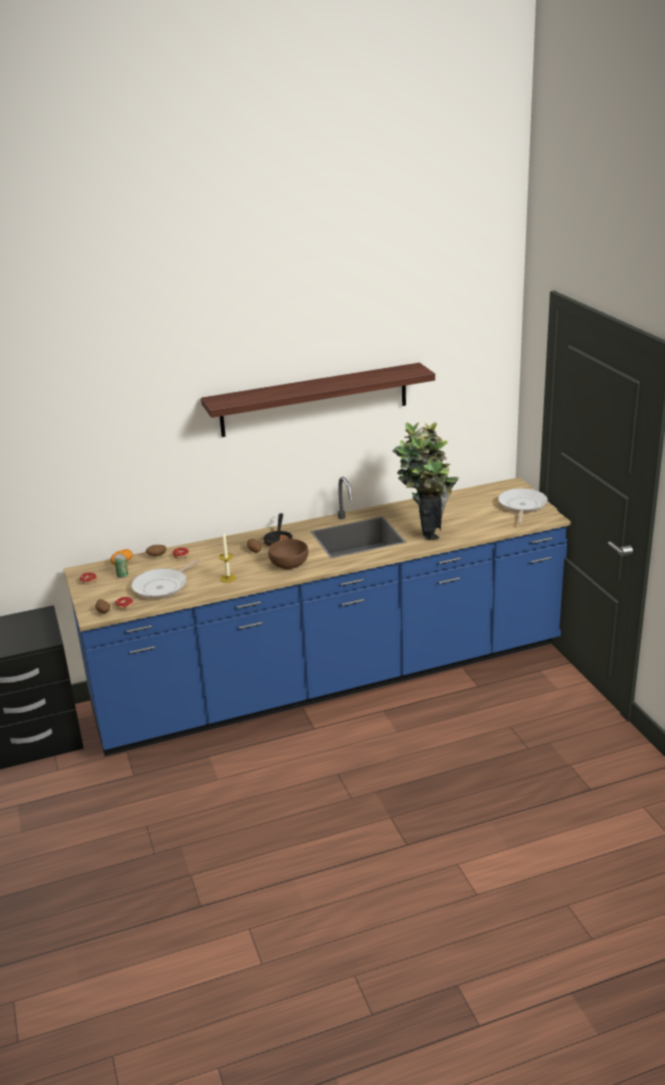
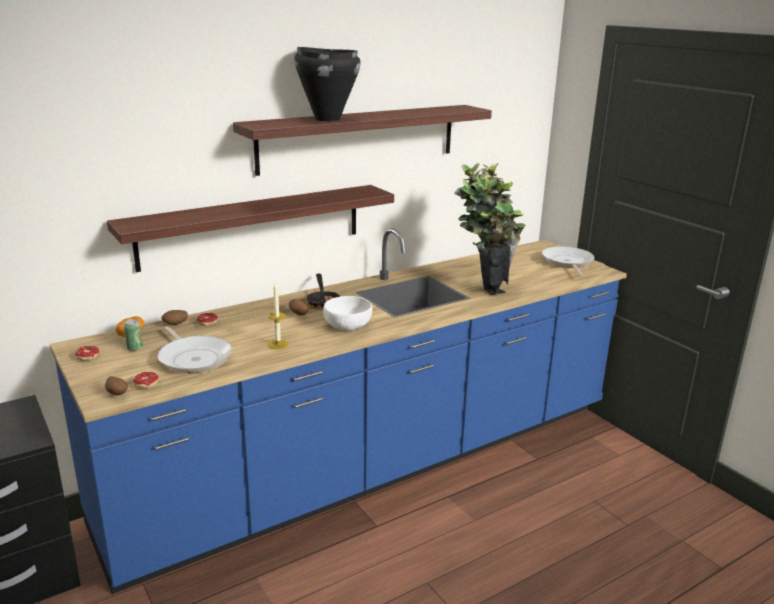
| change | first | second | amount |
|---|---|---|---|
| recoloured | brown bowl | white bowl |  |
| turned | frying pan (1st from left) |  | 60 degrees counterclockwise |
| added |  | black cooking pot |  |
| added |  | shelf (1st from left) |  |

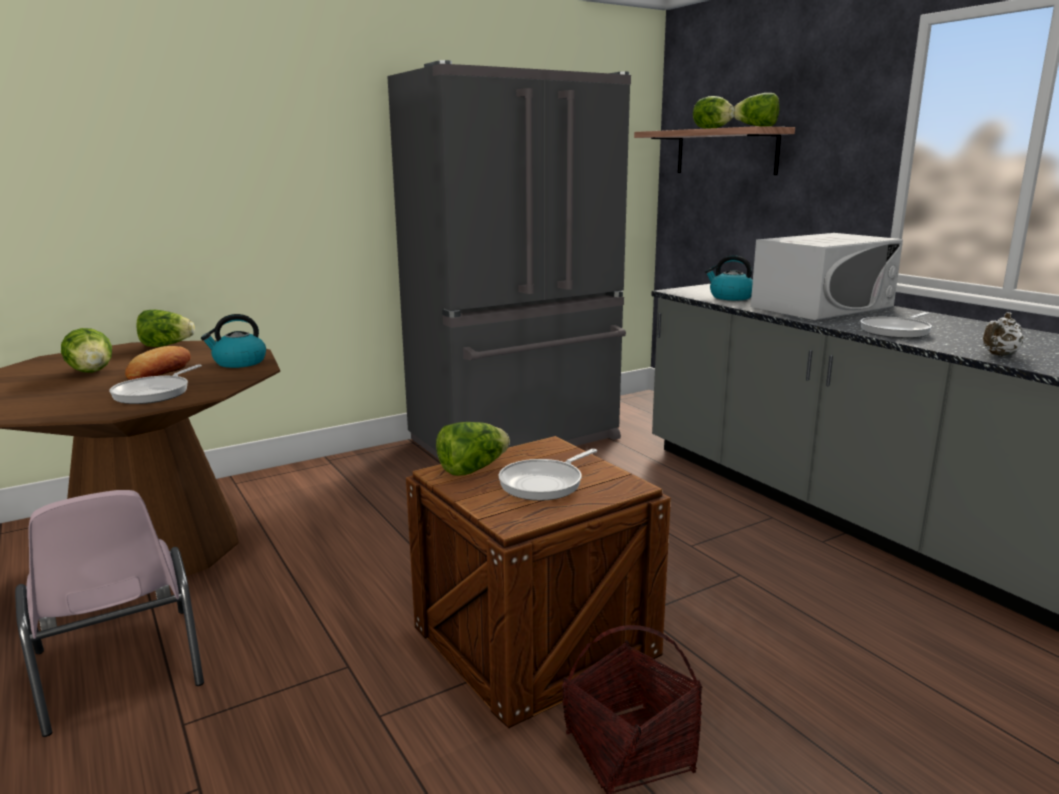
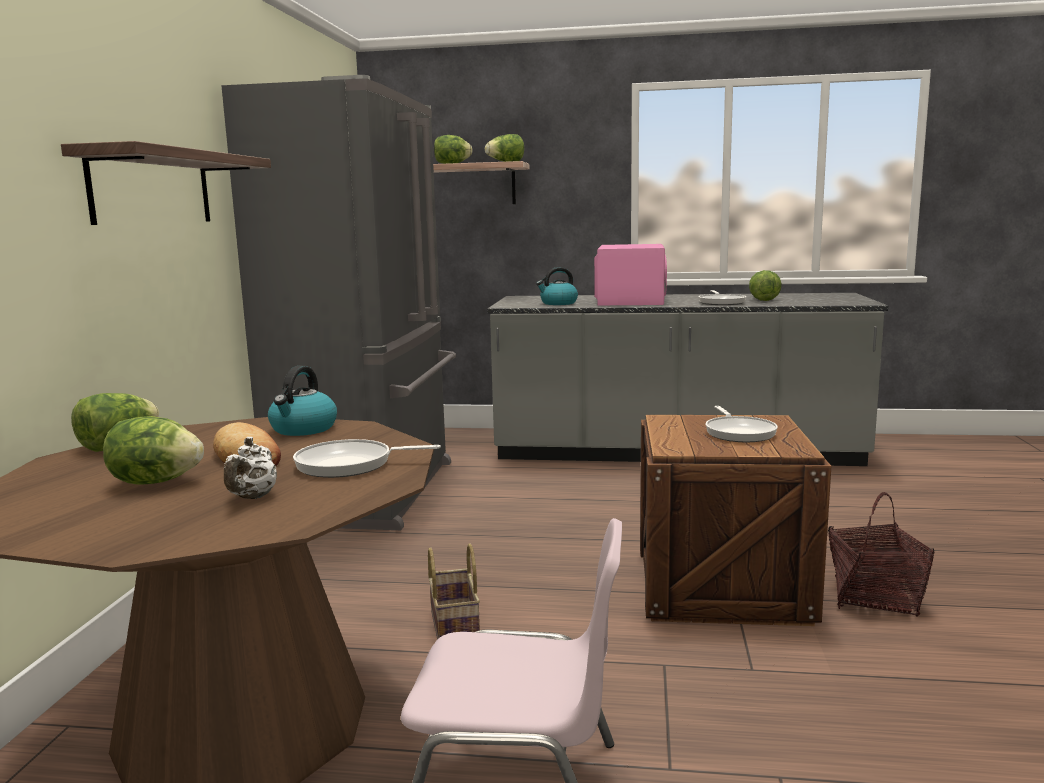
| change | first | second | amount |
|---|---|---|---|
| recoloured | white microwave | pink microwave |  |
| moved | white teapot |  |  |
| turned | frying pan (1st from left) |  | 120 degrees clockwise |
| moved | lettuce (3rd from left in the first image) | lettuce (5th from left) |  |
| added |  | shelf (1st from left) |  |
| added |  | basket (1st from left) |  |

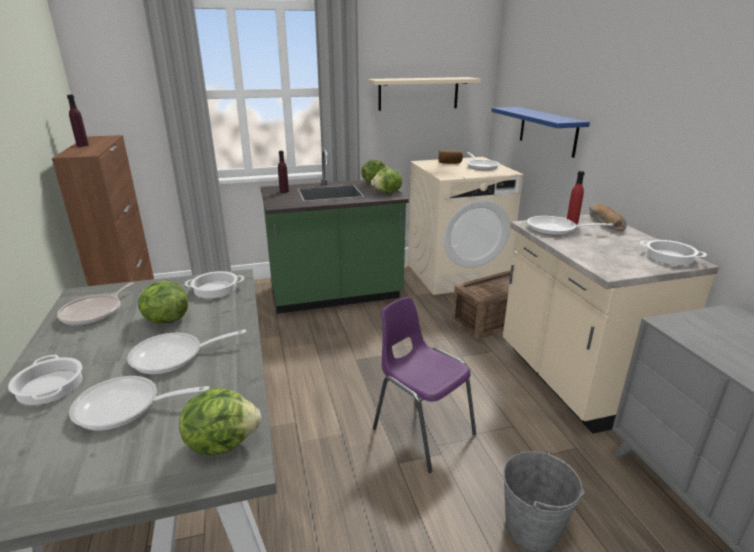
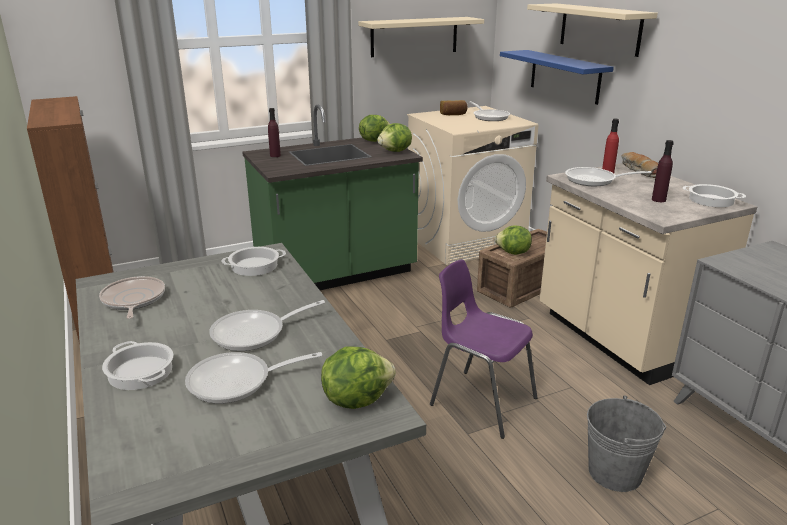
| change | first | second | amount |
|---|---|---|---|
| moved | purple bottle (1st from left in the first image) | purple bottle (2nd from left) |  |
| moved | lettuce (1st from left in the first image) | lettuce (4th from left) |  |
| turned | frying pan (1st from left) |  | 150 degrees clockwise |
| added |  | beige shelf (2nd from left) |  |

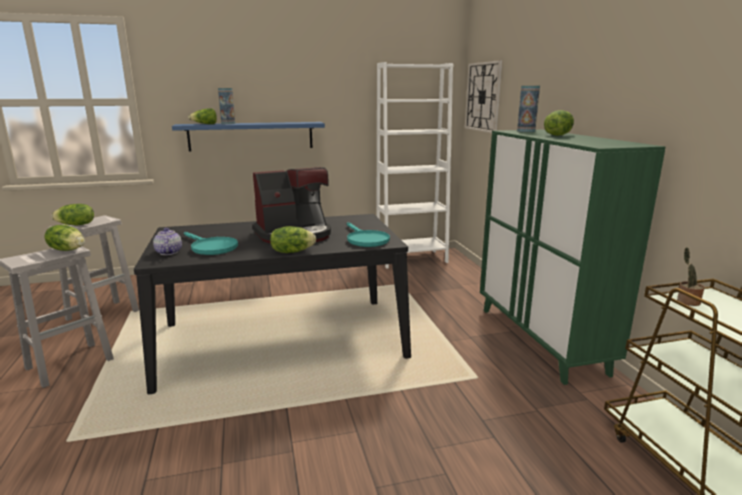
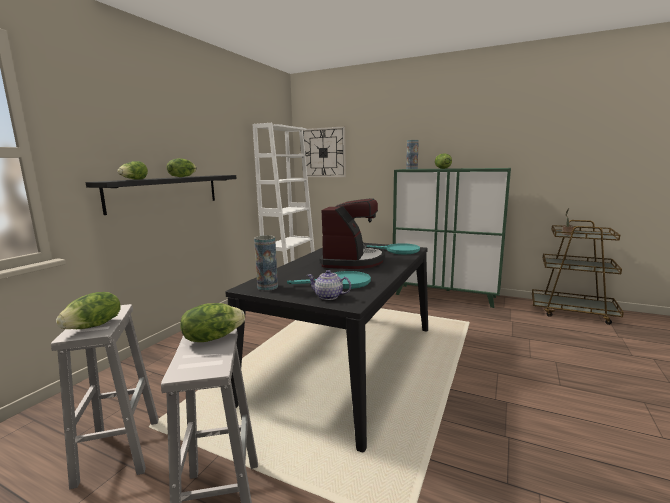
| change | first | second | amount |
|---|---|---|---|
| moved | vase (1st from left) |  |  |
| recoloured | blue shelf | black shelf |  |
| moved | lettuce (4th from left in the first image) | lettuce (3rd from left) |  |

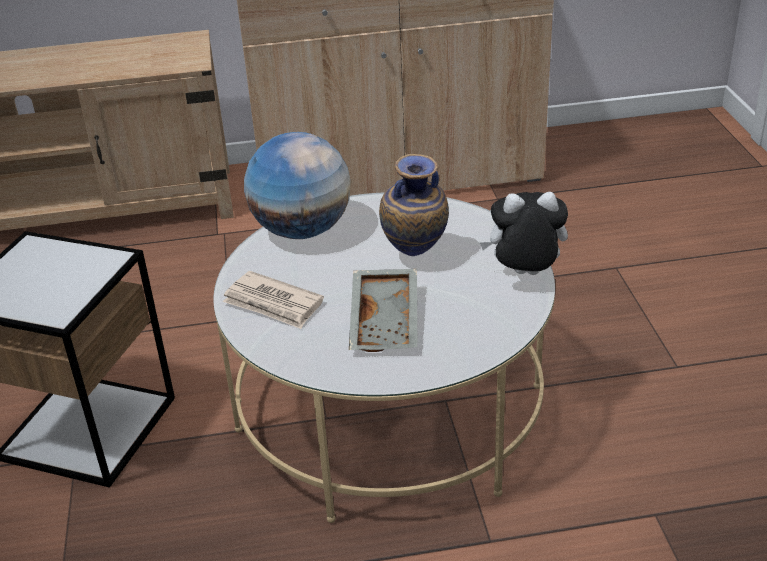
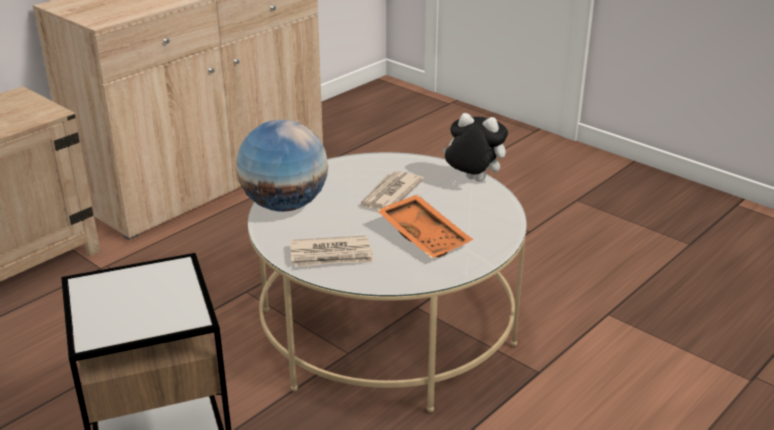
| change | first | second | amount |
|---|---|---|---|
| replaced | vase | newspaper (2nd from left) |  |
| turned | plush toy |  | 60 degrees clockwise |
| recoloured | grey tray | orange tray |  |

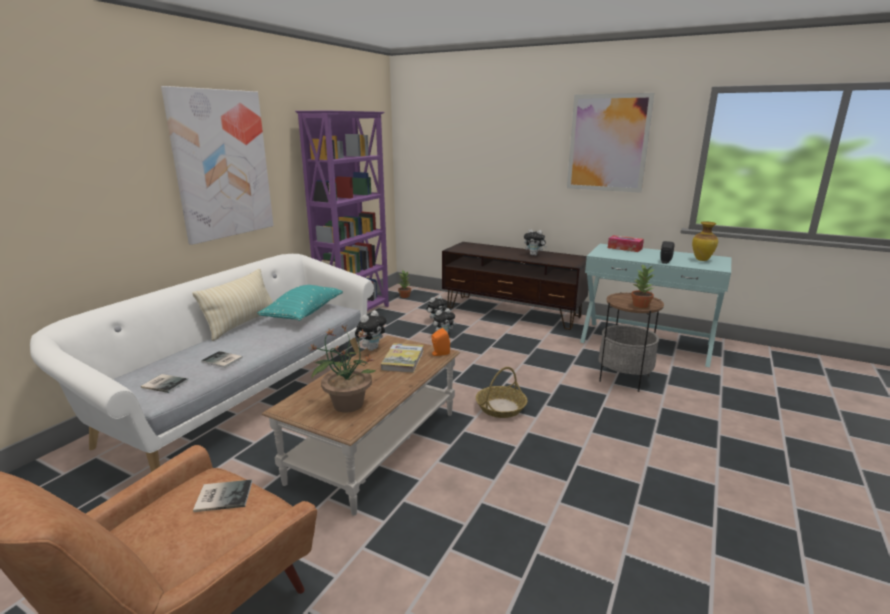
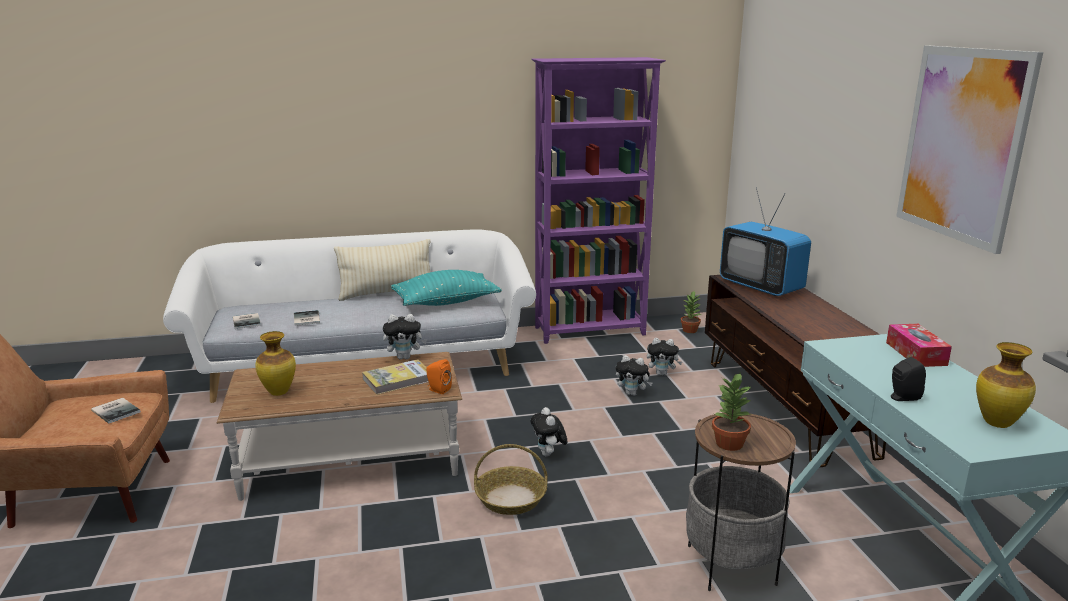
| change | first | second | amount |
|---|---|---|---|
| removed | picture (1st from left) |  |  |
| moved | plush toy (4th from left in the first image) | plush toy (2nd from left) |  |
| replaced | potted plant (1st from left) | vase (1st from left) |  |
| added |  | television |  |

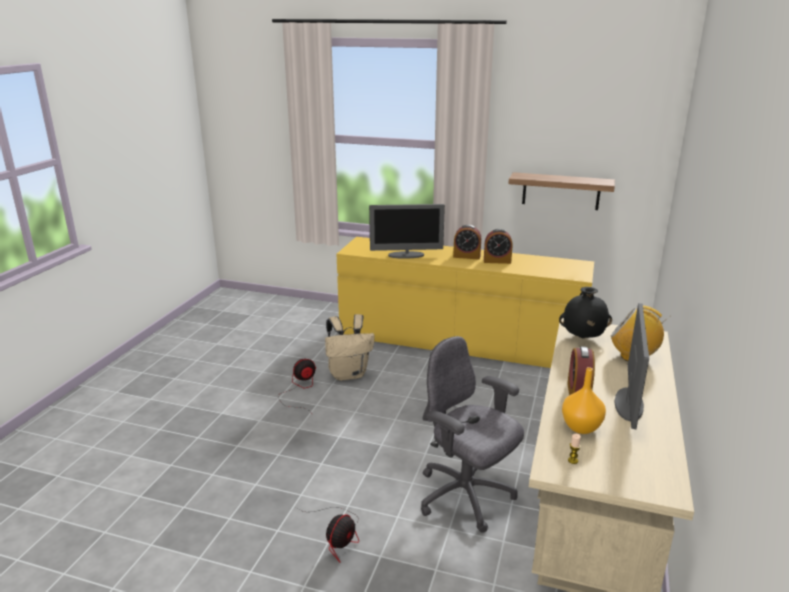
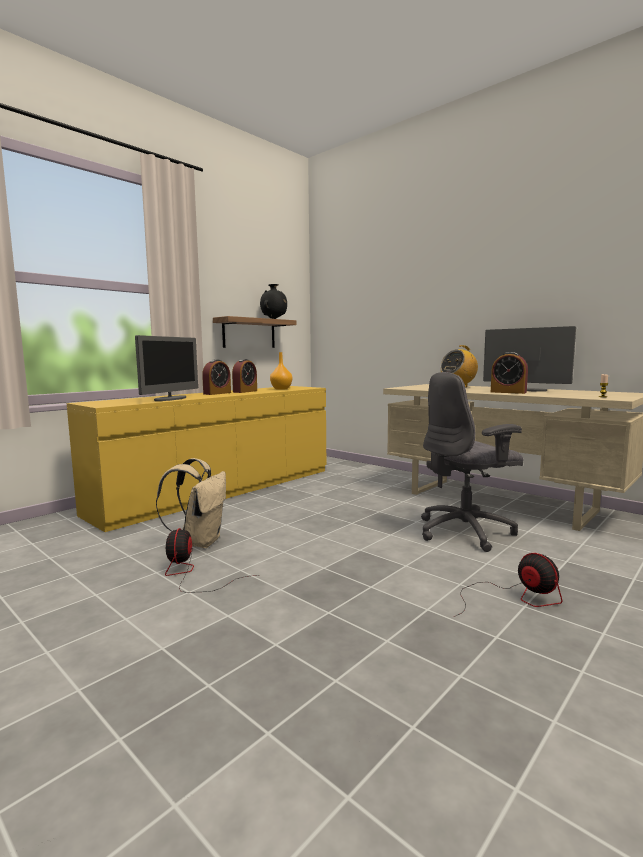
| change | first | second | amount |
|---|---|---|---|
| moved | black vase |  |  |
| moved | orange vase |  |  |

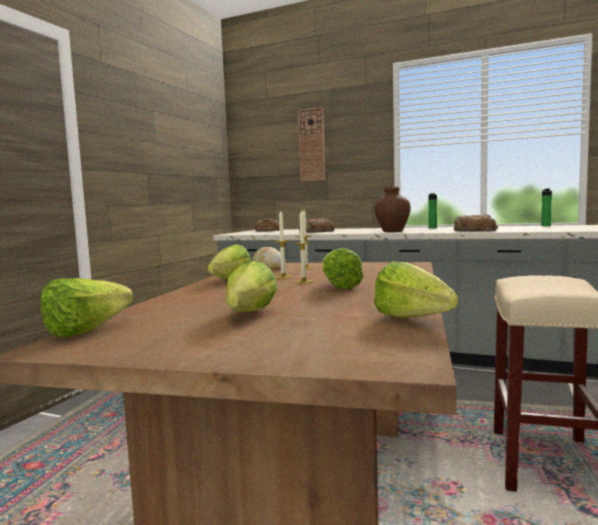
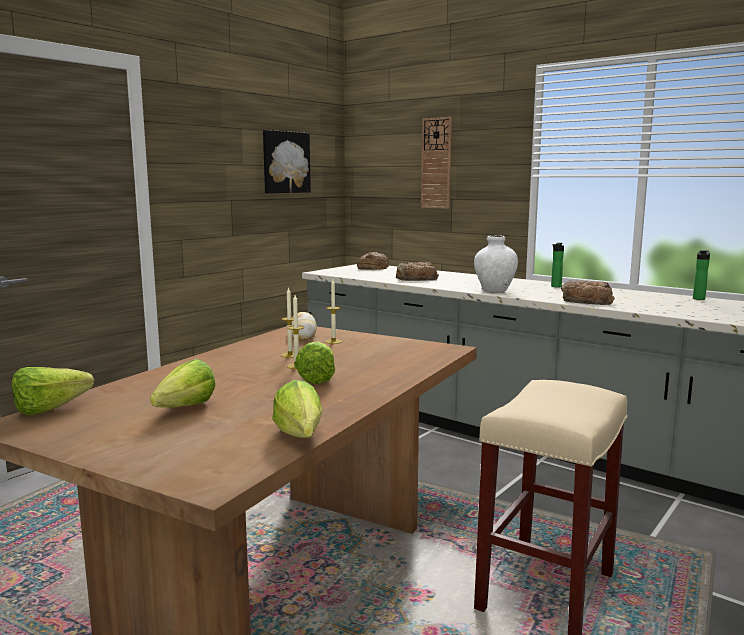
| change | first | second | amount |
|---|---|---|---|
| recoloured | brown vase | white vase |  |
| removed | lettuce (2nd from left) |  |  |
| added |  | picture |  |

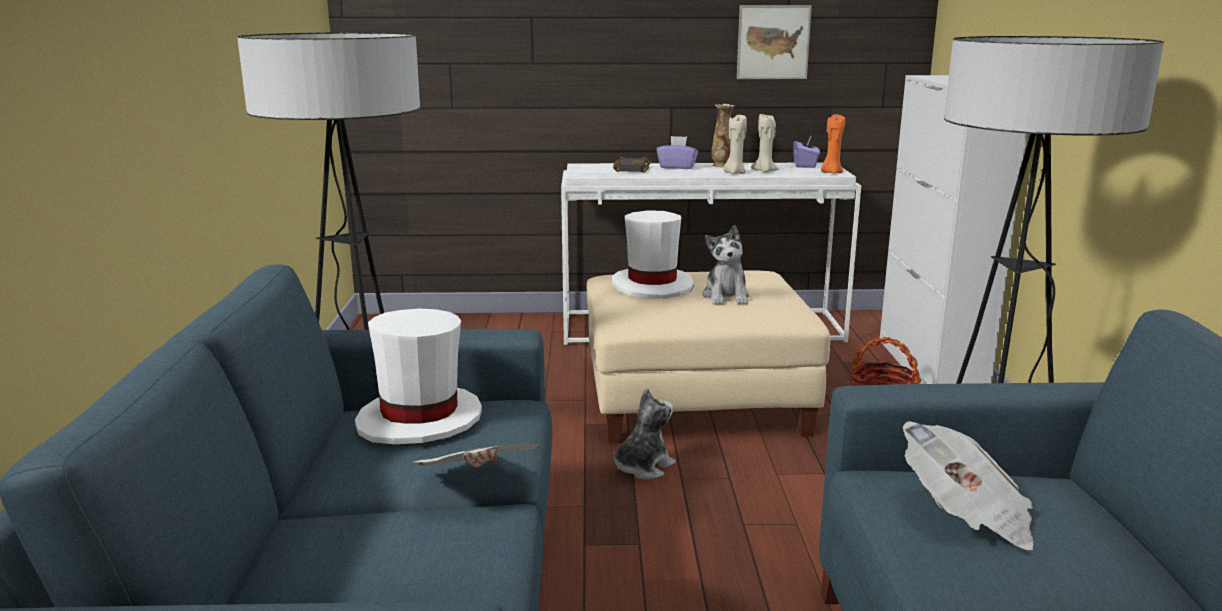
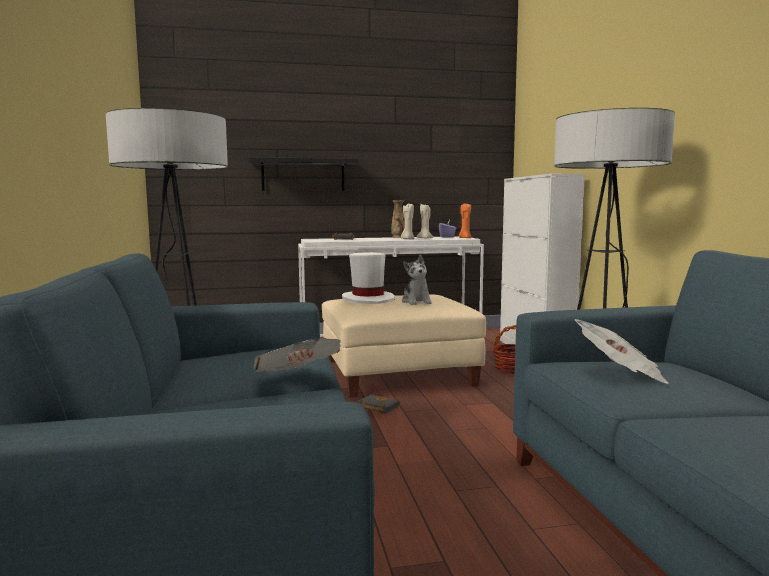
| change | first | second | amount |
|---|---|---|---|
| removed | picture |  |  |
| removed | purple tissue box (1st from left) |  |  |
| removed | white hat (1st from left) |  |  |
| replaced | plush toy (1st from left) | black book (2nd from left) |  |
| added |  | black shelf |  |

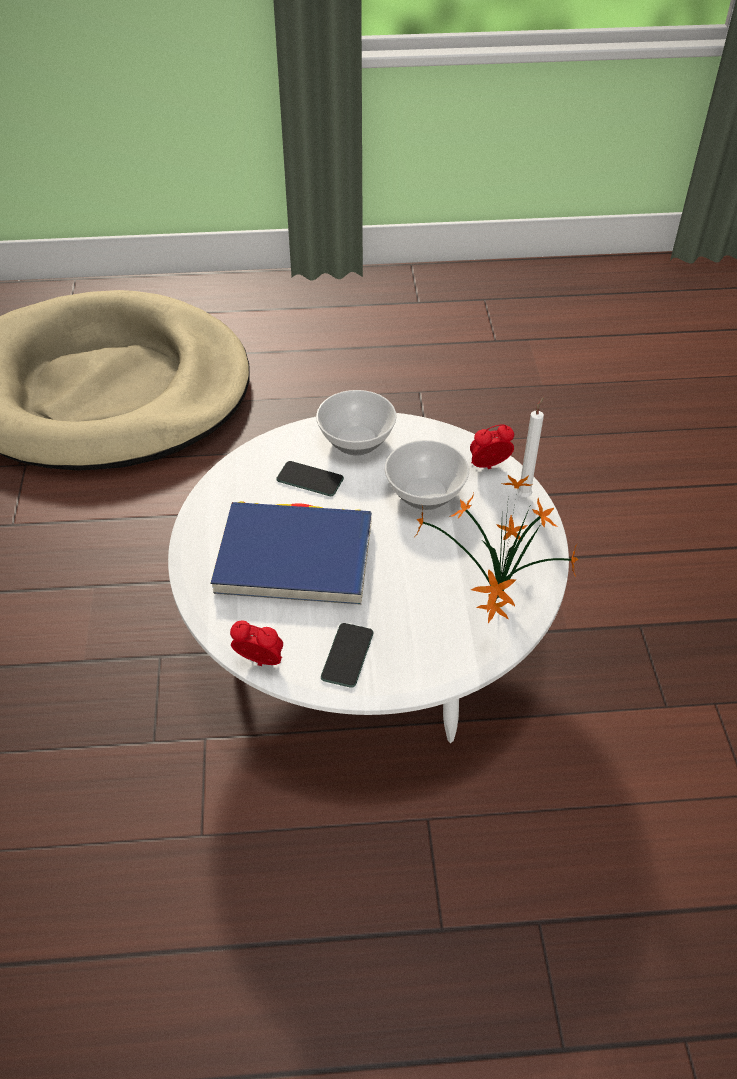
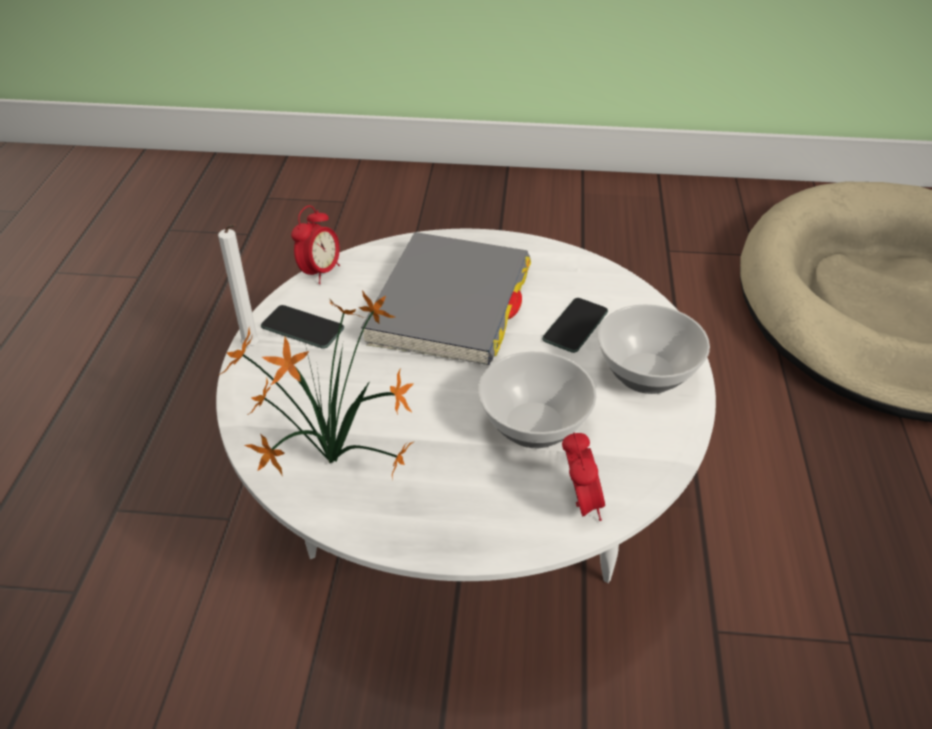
| change | first | second | amount |
|---|---|---|---|
| moved | white candle |  |  |
| recoloured | blue book | grey book |  |

